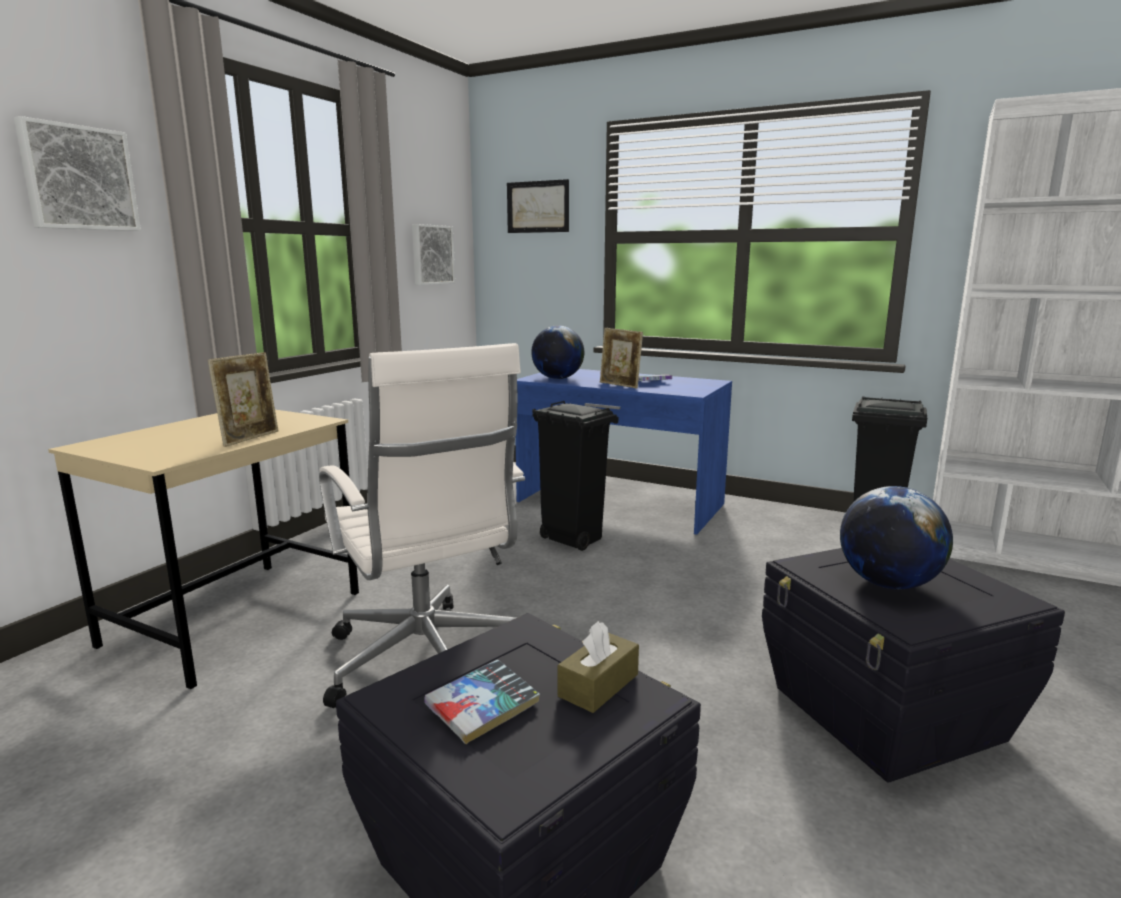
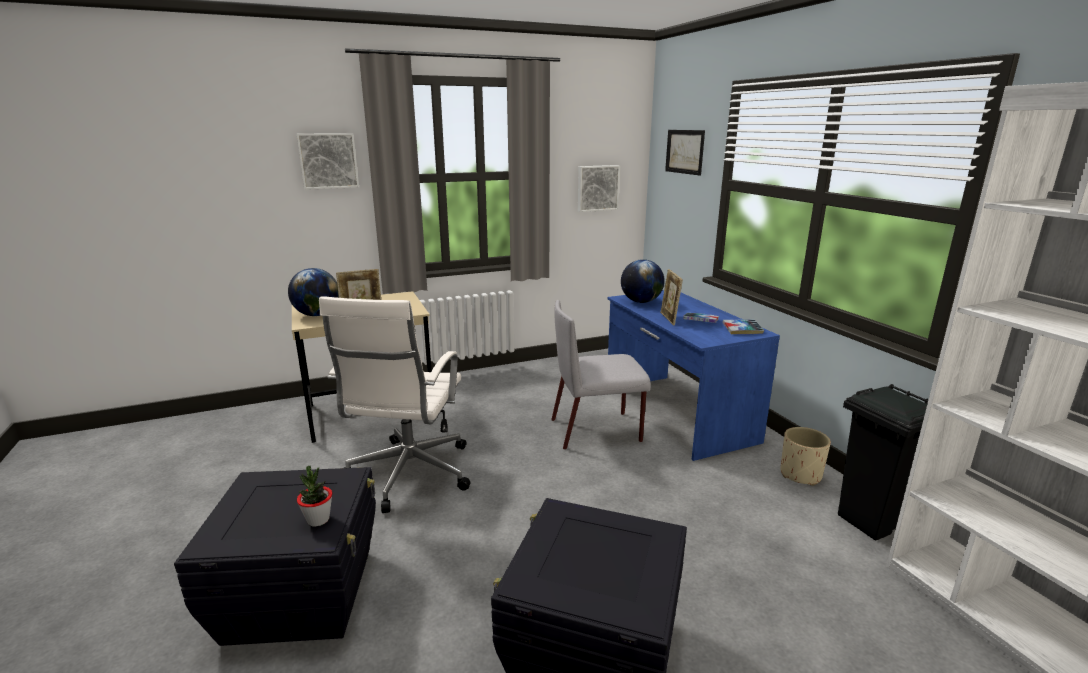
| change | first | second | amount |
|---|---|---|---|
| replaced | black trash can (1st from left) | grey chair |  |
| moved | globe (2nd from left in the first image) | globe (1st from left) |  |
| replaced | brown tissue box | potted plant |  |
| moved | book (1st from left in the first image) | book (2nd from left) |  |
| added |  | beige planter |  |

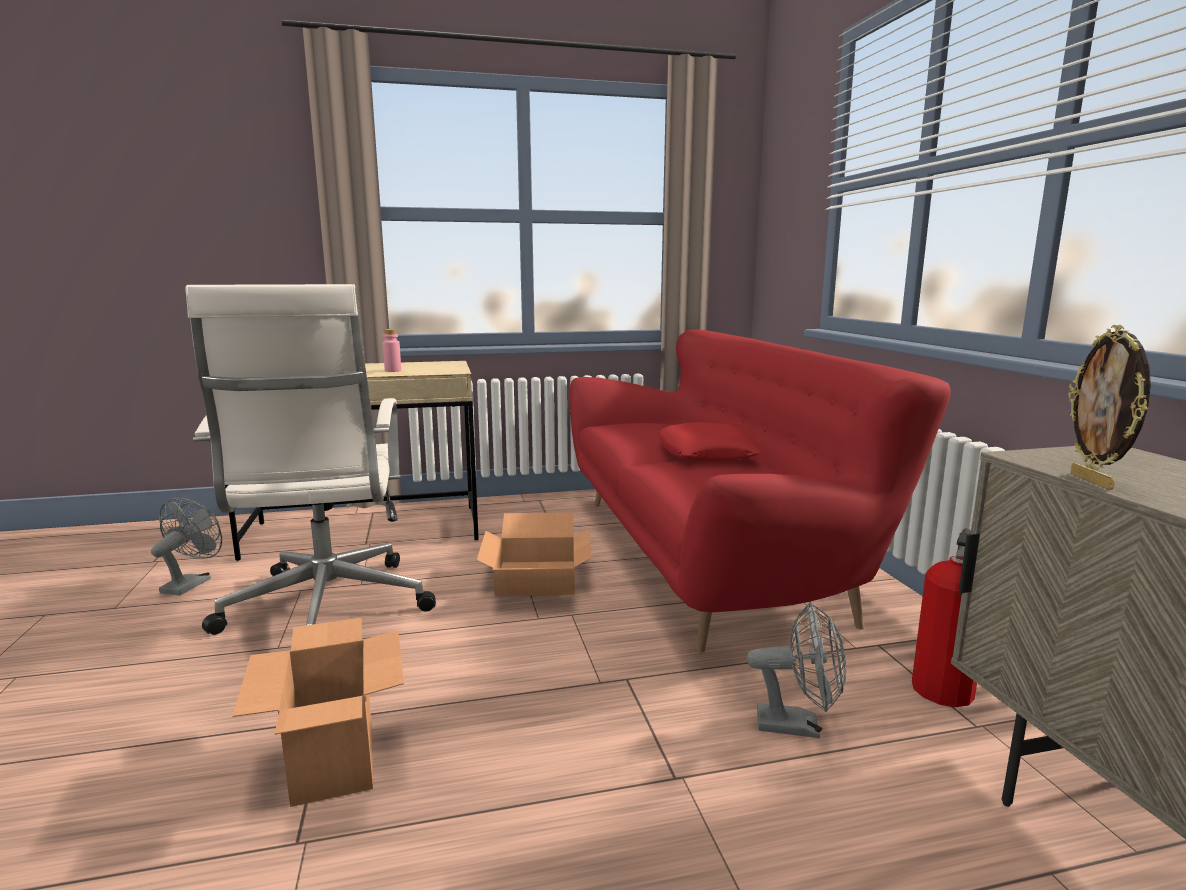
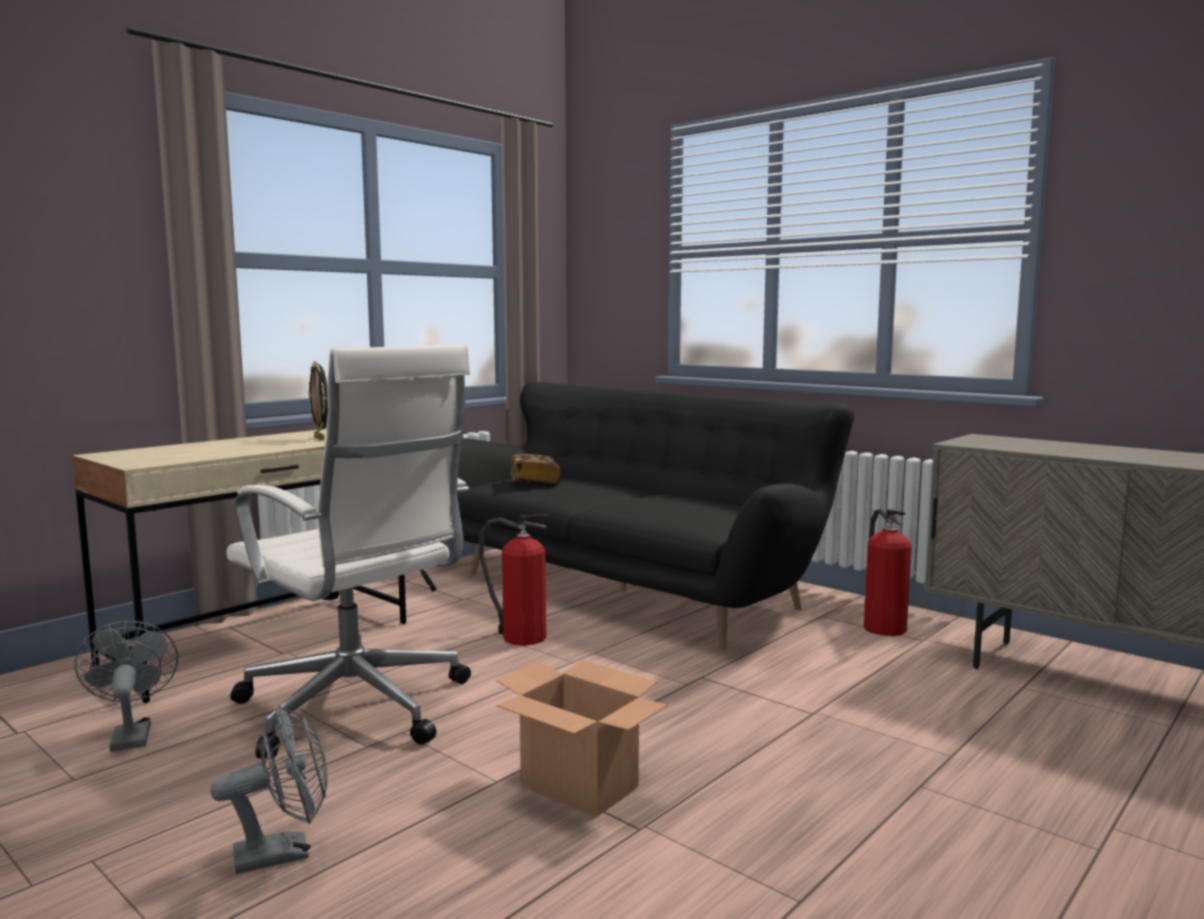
| change | first | second | amount |
|---|---|---|---|
| moved | picture frame |  |  |
| removed | pink bottle |  |  |
| recoloured | red sofa | black sofa |  |
| removed | red pillow |  |  |
| replaced | cardboard box (2nd from left) | fire extinguisher (1st from left) |  |
| moved | grey fan (2nd from left) |  |  |
| added |  | book |  |

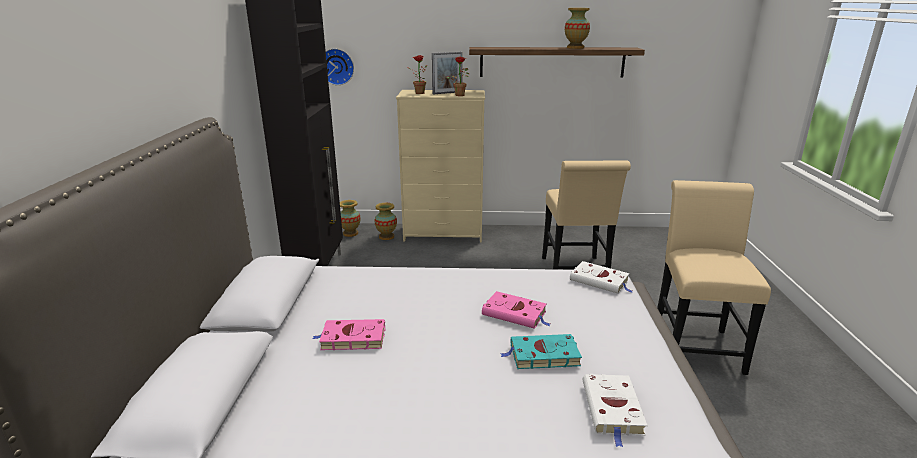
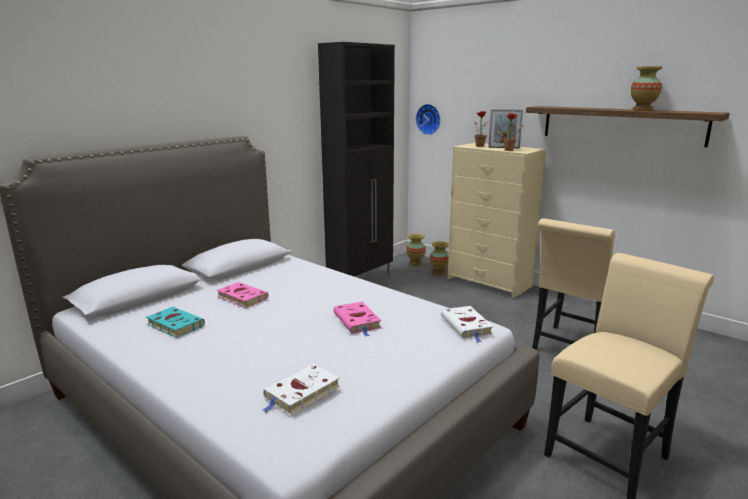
| change | first | second | amount |
|---|---|---|---|
| moved | turquoise book |  |  |

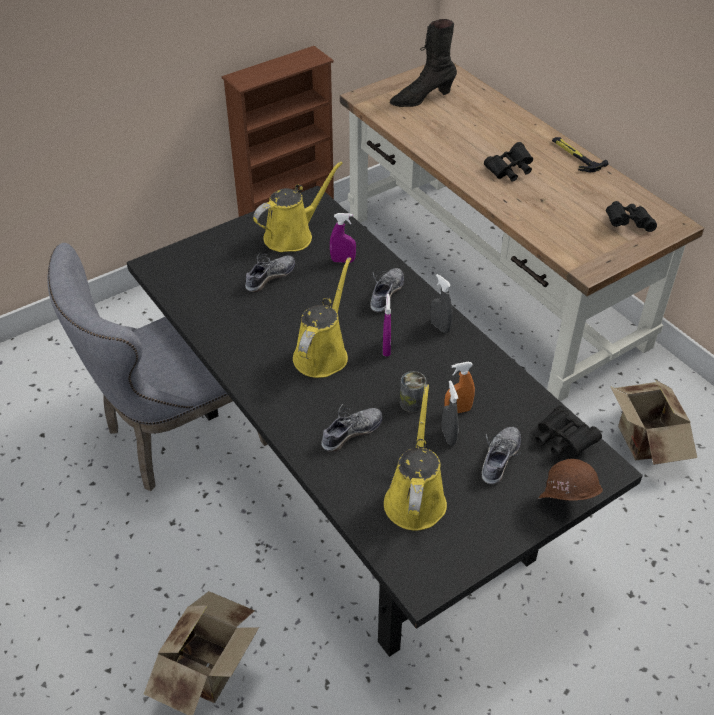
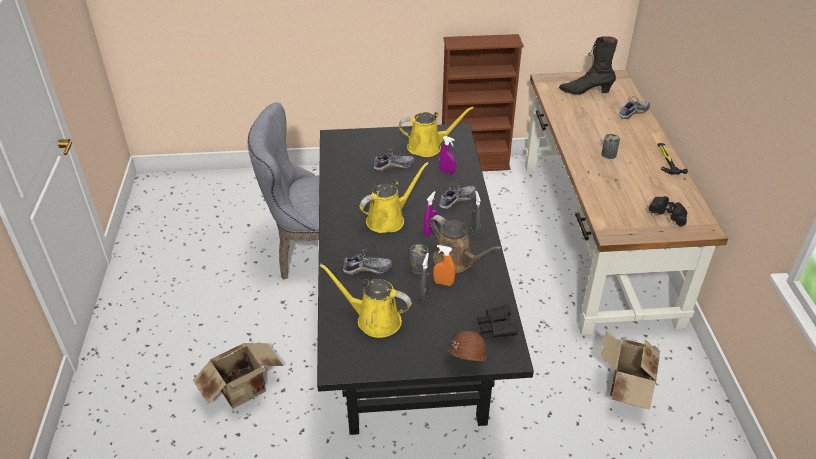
| change | first | second | amount |
|---|---|---|---|
| replaced | black binoculars (1st from left) | can (2nd from left) |  |
| turned | yellow watering can (3rd from left in the first image) | yellow watering can (1st from left) | 105 degrees counterclockwise |
| moved | shoe (4th from left) |  |  |
| added |  | brown watering can |  |

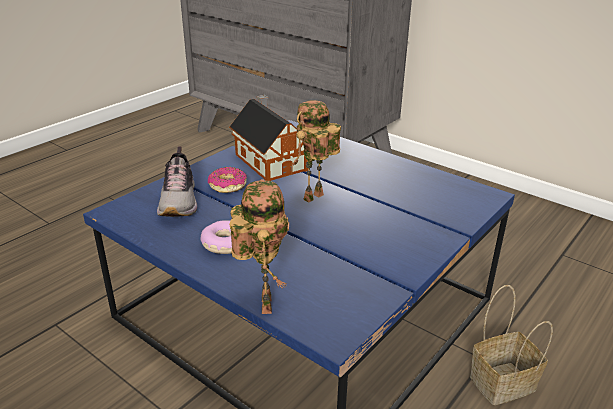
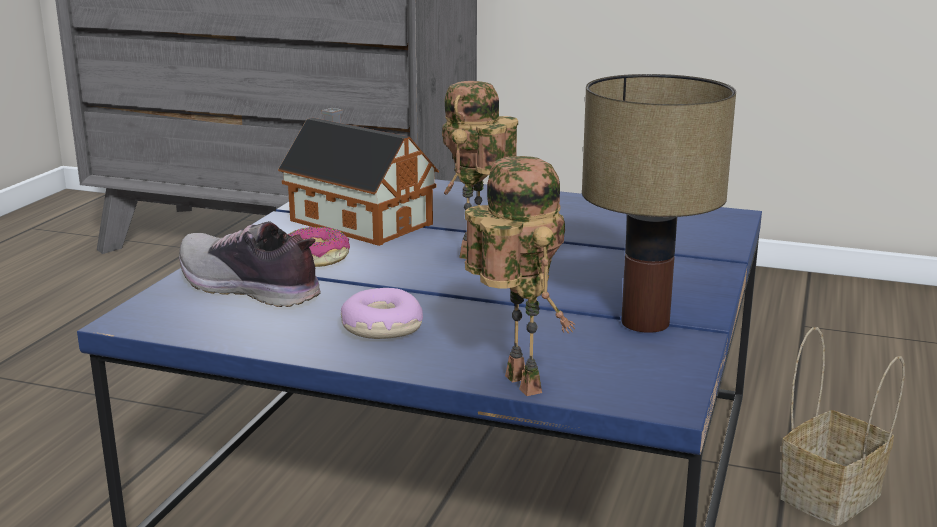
| change | first | second | amount |
|---|---|---|---|
| turned | shoe |  | 150 degrees clockwise |
| added |  | table lamp |  |

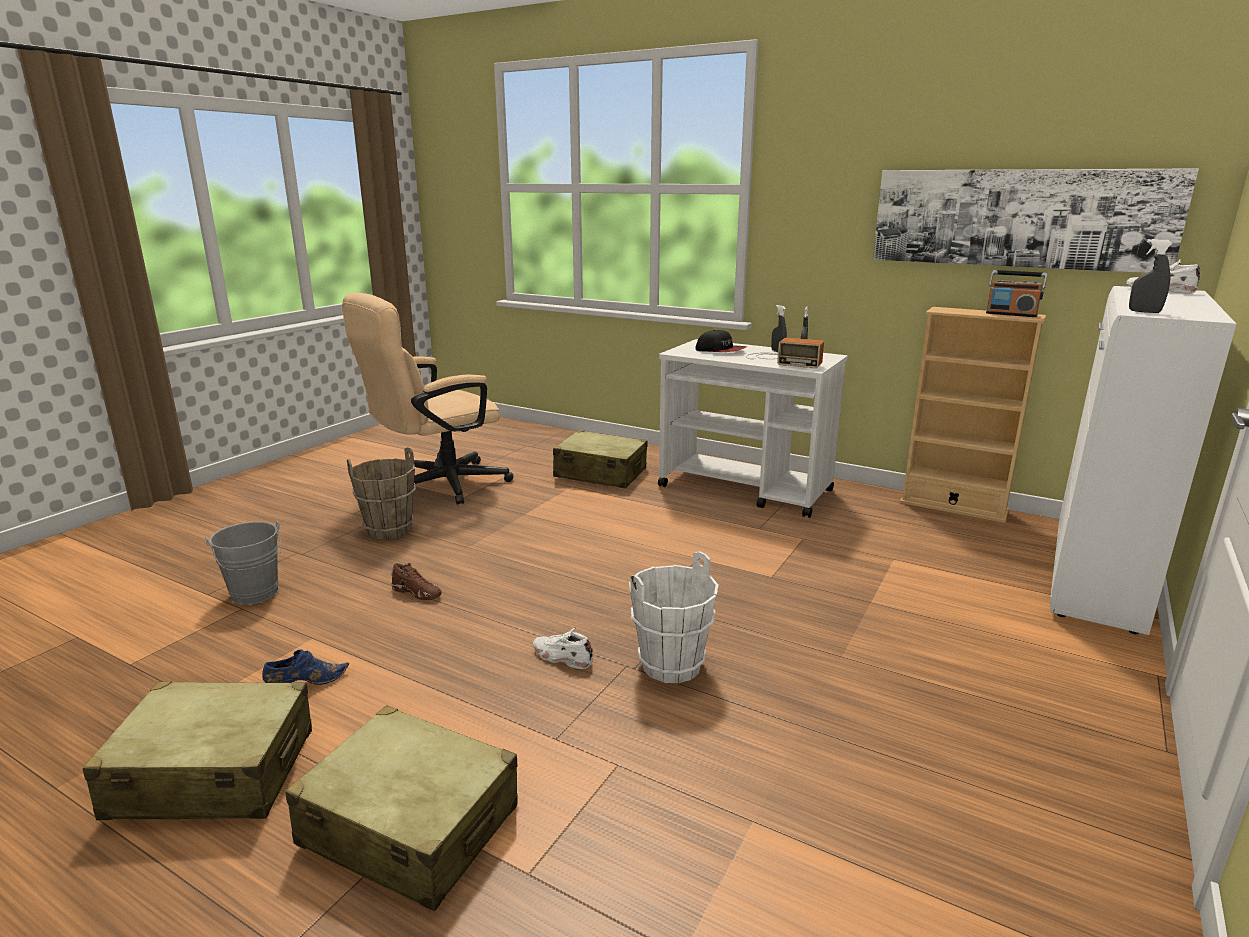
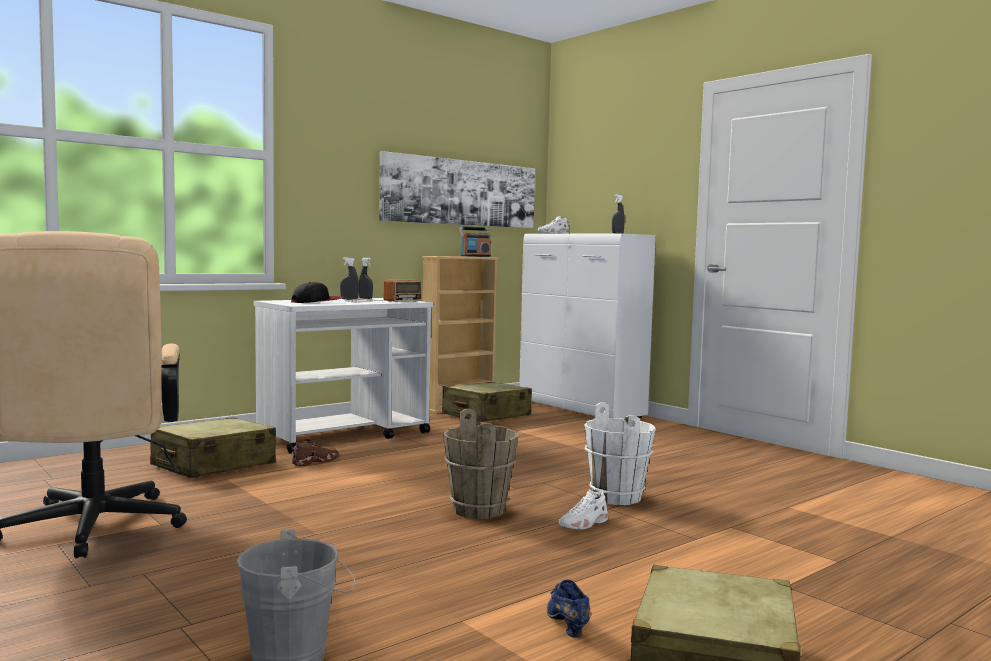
| change | first | second | amount |
|---|---|---|---|
| moved | brown bucket |  |  |
| moved | brown shoe |  |  |
| moved | beige suitcase (2nd from left) |  |  |

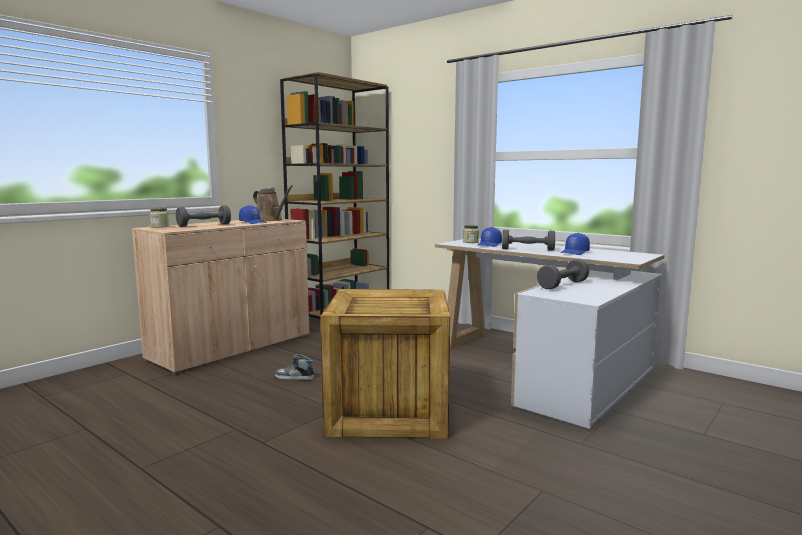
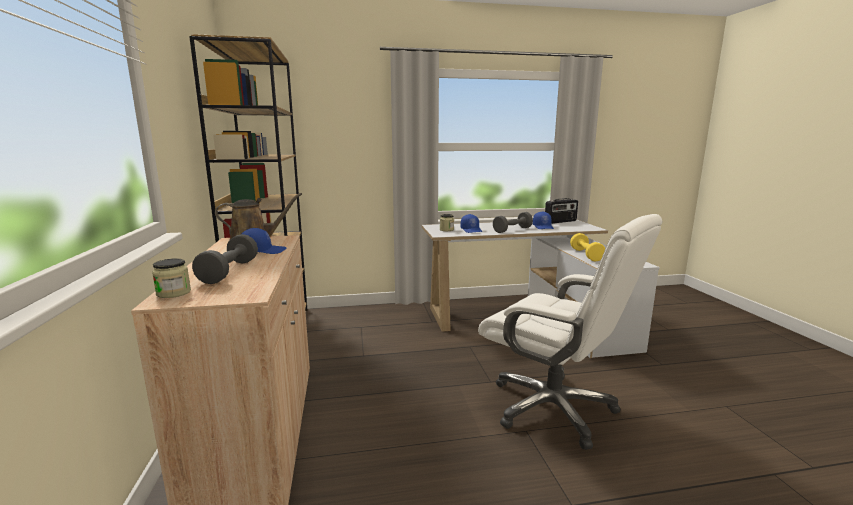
| change | first | second | amount |
|---|---|---|---|
| recoloured | grey dumbbell (3rd from left) | yellow dumbbell |  |
| replaced | crate | white office chair |  |
| removed | shoe |  |  |
| added |  | radio |  |

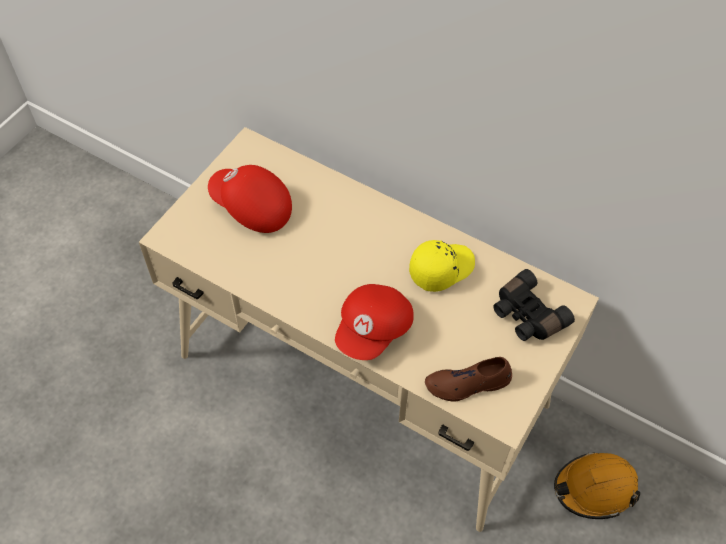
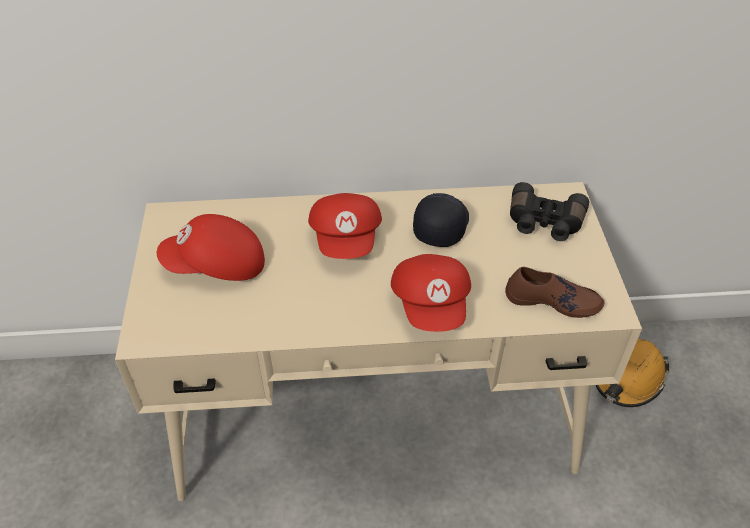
| change | first | second | amount |
|---|---|---|---|
| recoloured | yellow cap | black cap |  |
| turned | brown shoe |  | 120 degrees counterclockwise |
| added |  | red cap (2nd from left) |  |

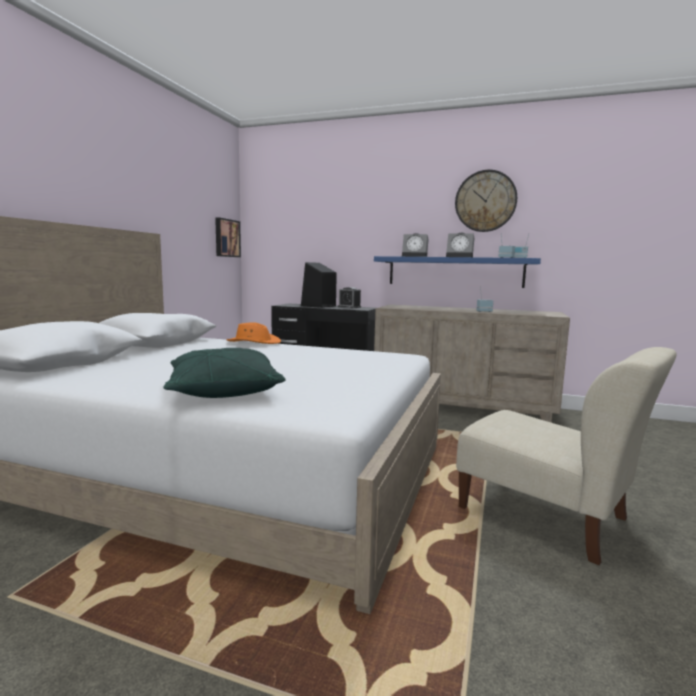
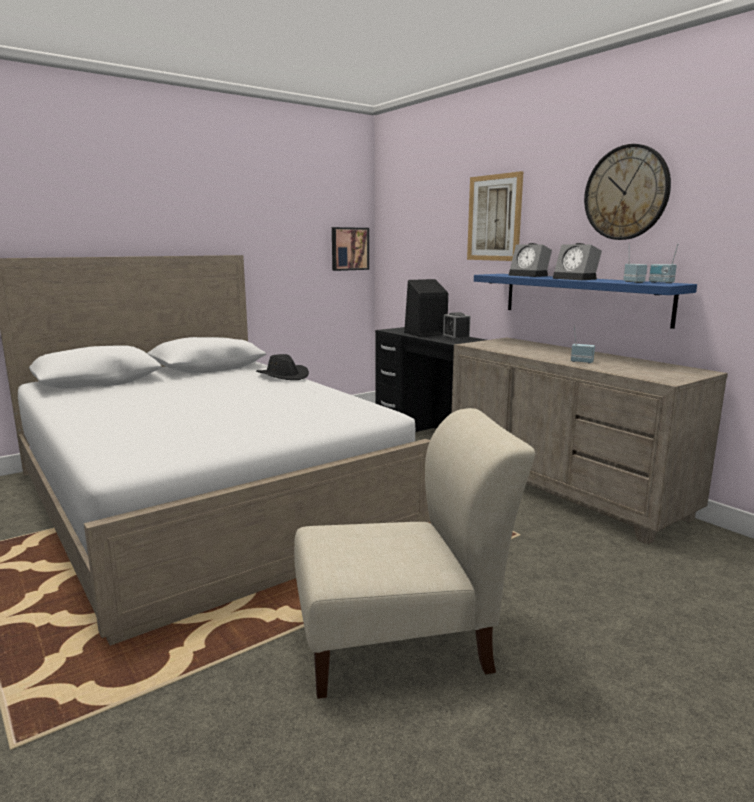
| change | first | second | amount |
|---|---|---|---|
| recoloured | orange hat | black hat |  |
| turned | beige chair |  | 90 degrees counterclockwise |
| removed | green pillow |  |  |
| added |  | picture (2nd from left) |  |

